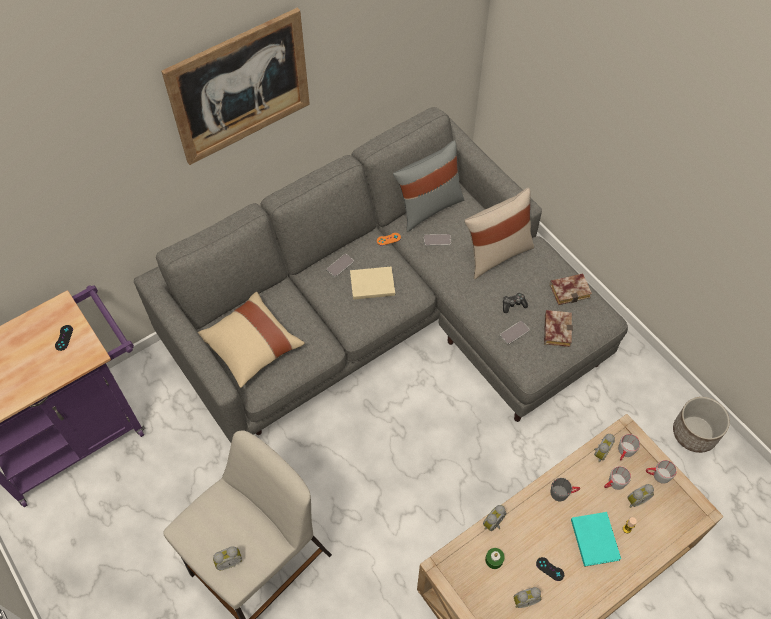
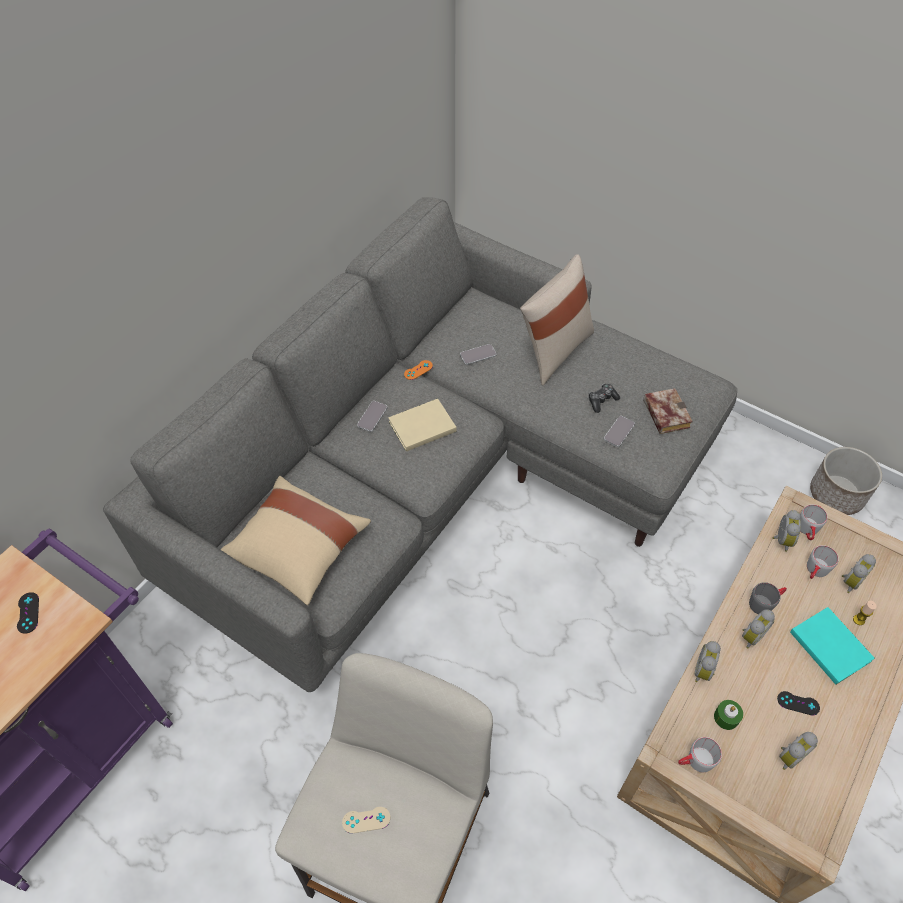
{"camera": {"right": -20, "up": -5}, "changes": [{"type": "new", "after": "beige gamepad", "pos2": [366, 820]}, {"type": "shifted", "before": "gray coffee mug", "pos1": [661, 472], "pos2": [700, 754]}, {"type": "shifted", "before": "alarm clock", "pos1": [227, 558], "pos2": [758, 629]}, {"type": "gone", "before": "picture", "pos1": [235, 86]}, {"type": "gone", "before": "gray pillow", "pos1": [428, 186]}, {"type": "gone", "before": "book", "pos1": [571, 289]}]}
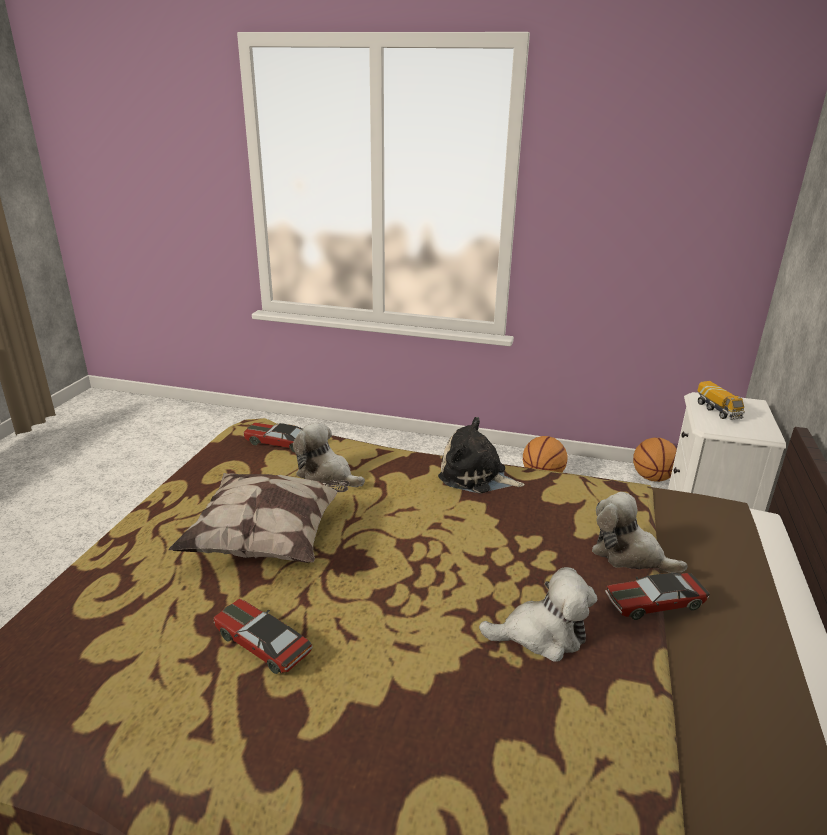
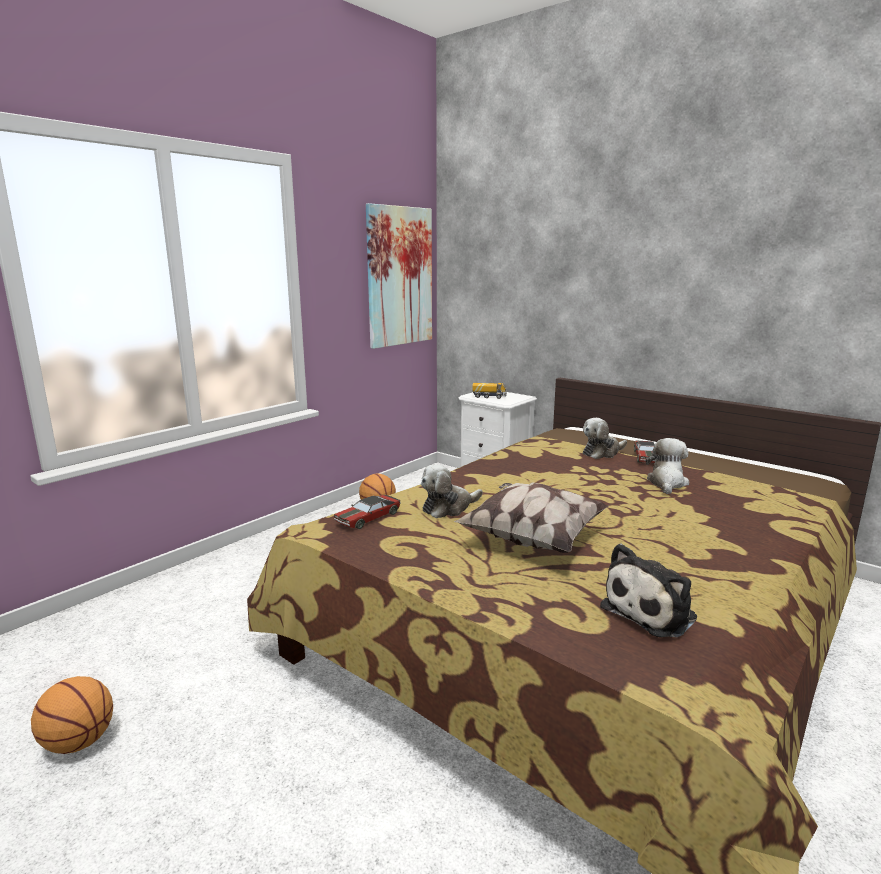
{"camera": {"right": -65, "up": -10}, "changes": [{"type": "shifted", "before": "basketball ball", "pos1": [655, 460], "pos2": [72, 715]}, {"type": "new", "after": "picture", "pos2": [399, 276]}, {"type": "shifted", "before": "cuddly toy", "pos1": [481, 455], "pos2": [648, 590]}, {"type": "gone", "before": "model car", "pos1": [263, 636]}]}
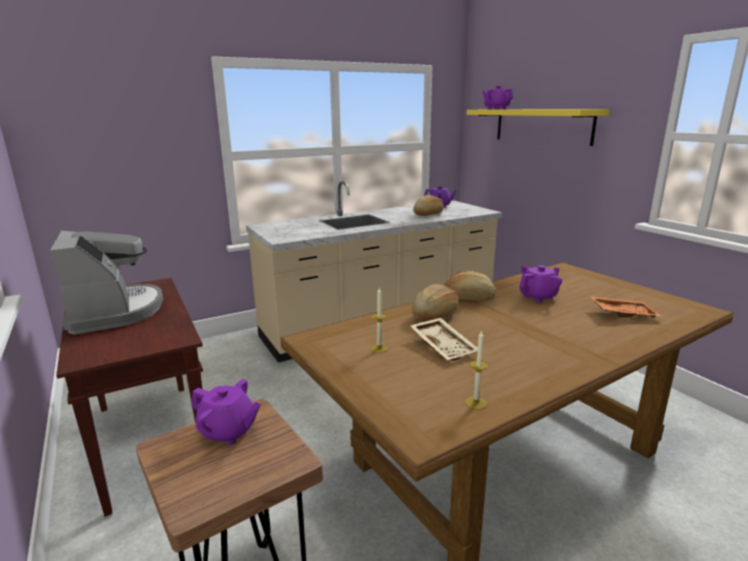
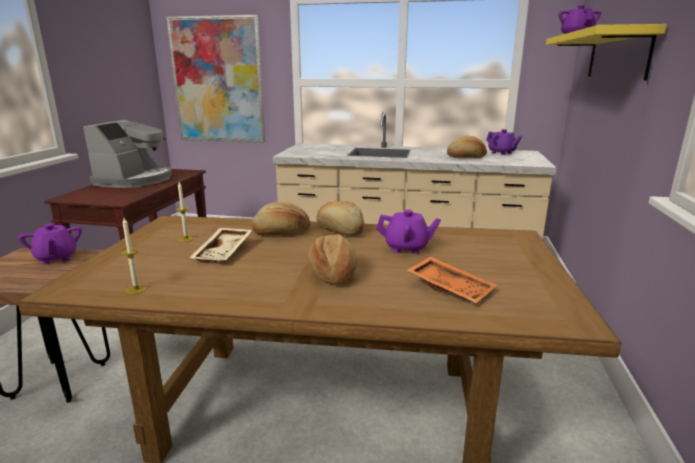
{"camera": {"right": 40, "up": 0}, "changes": [{"type": "new", "after": "picture", "pos2": [215, 79]}, {"type": "new", "after": "baked bread", "pos2": [332, 259]}]}
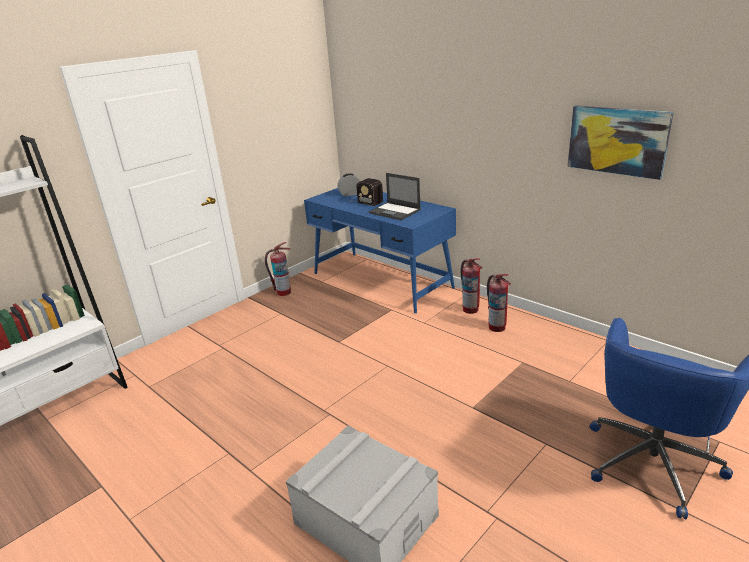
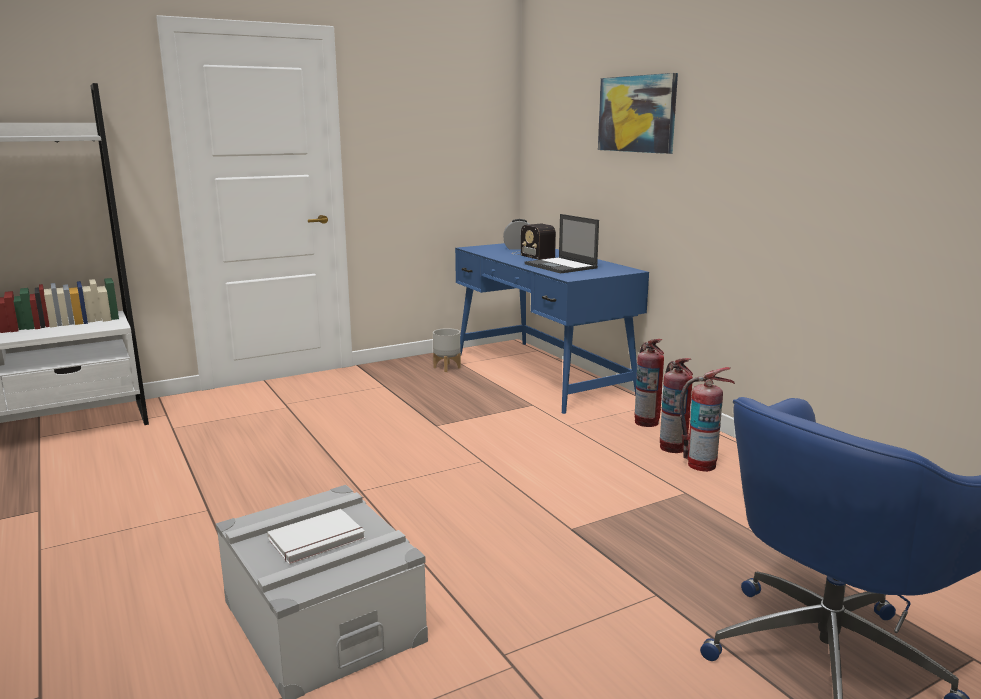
{"camera": {"right": 15, "up": -10}, "changes": [{"type": "new", "after": "white book", "pos2": [316, 537]}, {"type": "new", "after": "gray planter", "pos2": [447, 350]}, {"type": "shifted", "before": "picture", "pos1": [620, 142], "pos2": [638, 113]}, {"type": "shifted", "before": "fire-fighting cylinder", "pos1": [278, 269], "pos2": [707, 419]}]}
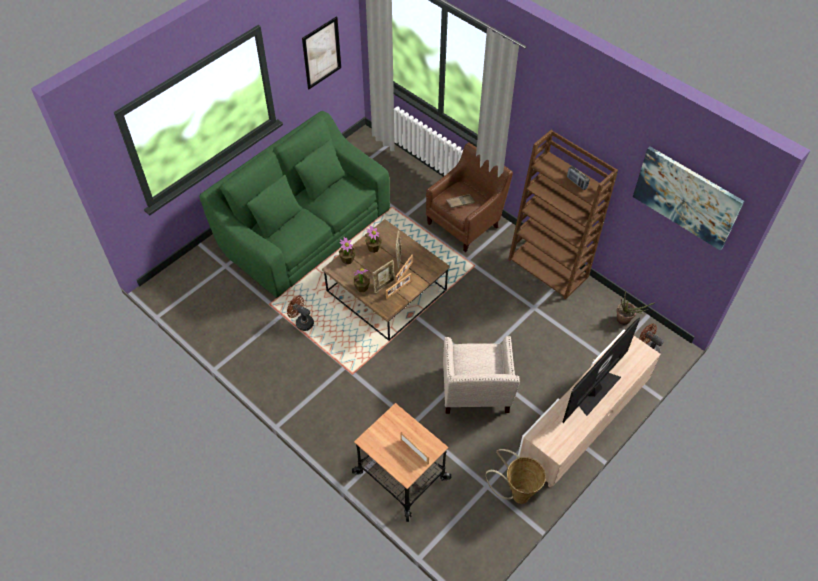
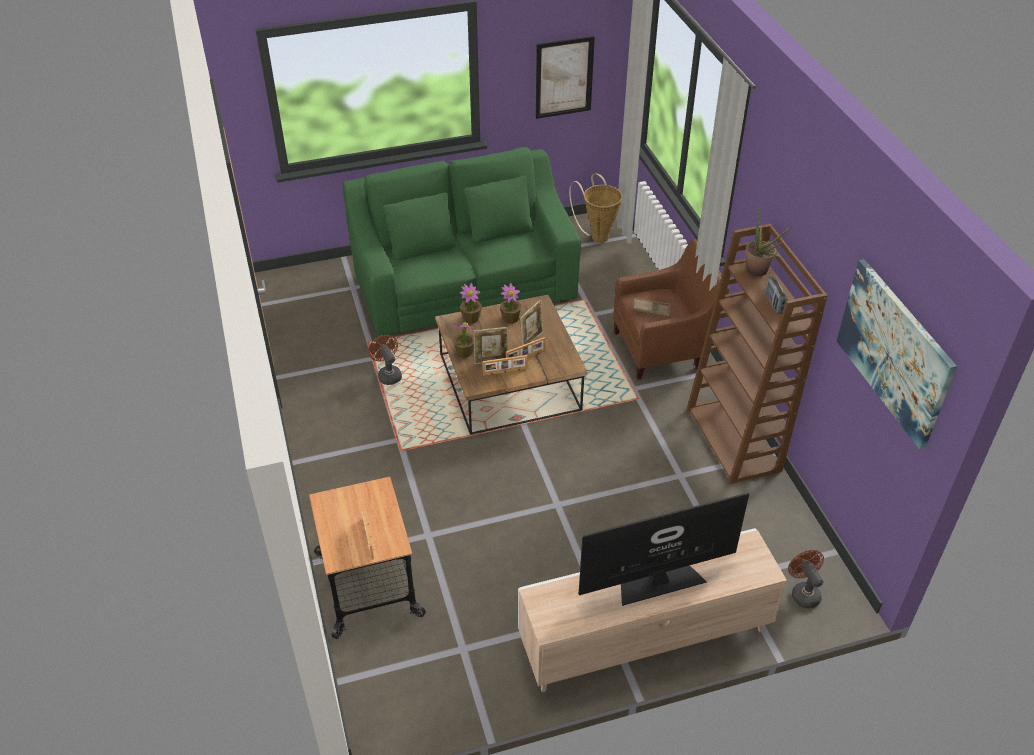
{"camera": {"right": 30, "up": -10}, "changes": [{"type": "shifted", "before": "basket", "pos1": [516, 476], "pos2": [595, 208]}, {"type": "shifted", "before": "potted plant", "pos1": [636, 308], "pos2": [768, 240]}, {"type": "gone", "before": "beige easy chair", "pos1": [481, 375]}]}
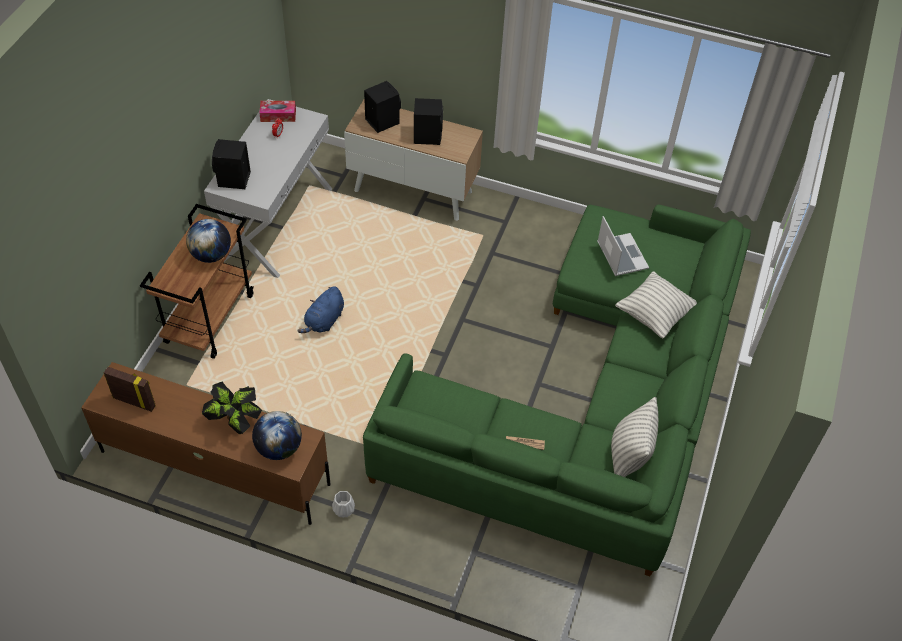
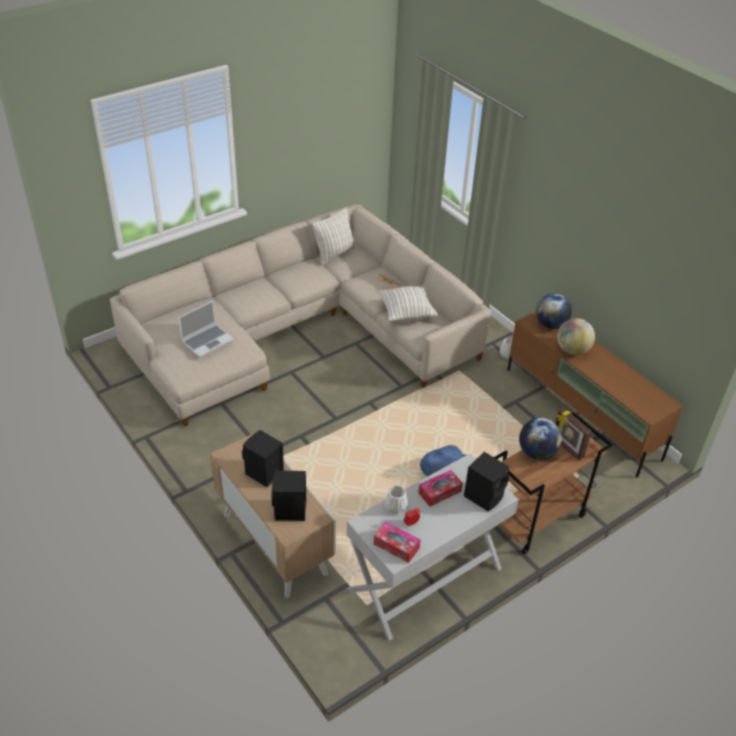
{"camera": {"right": -145, "up": -10}, "changes": [{"type": "repainted", "before": "greenish settee", "after": "beige settee", "pos1": [557, 390], "pos2": [300, 316]}, {"type": "rotated", "before": "portable computer", "pos1": [623, 246], "pos2": [206, 329], "turn": -150}, {"type": "shifted", "before": "pillow", "pos1": [656, 304], "pos2": [408, 303]}, {"type": "new", "after": "white vase", "pos2": [396, 500]}, {"type": "new", "after": "box of tissues", "pos2": [440, 488]}, {"type": "shifted", "before": "photo frame", "pos1": [130, 389], "pos2": [573, 434]}, {"type": "swapped", "before": "potted plant", "after": "desk globe", "pos1": [232, 408], "pos2": [576, 336]}]}
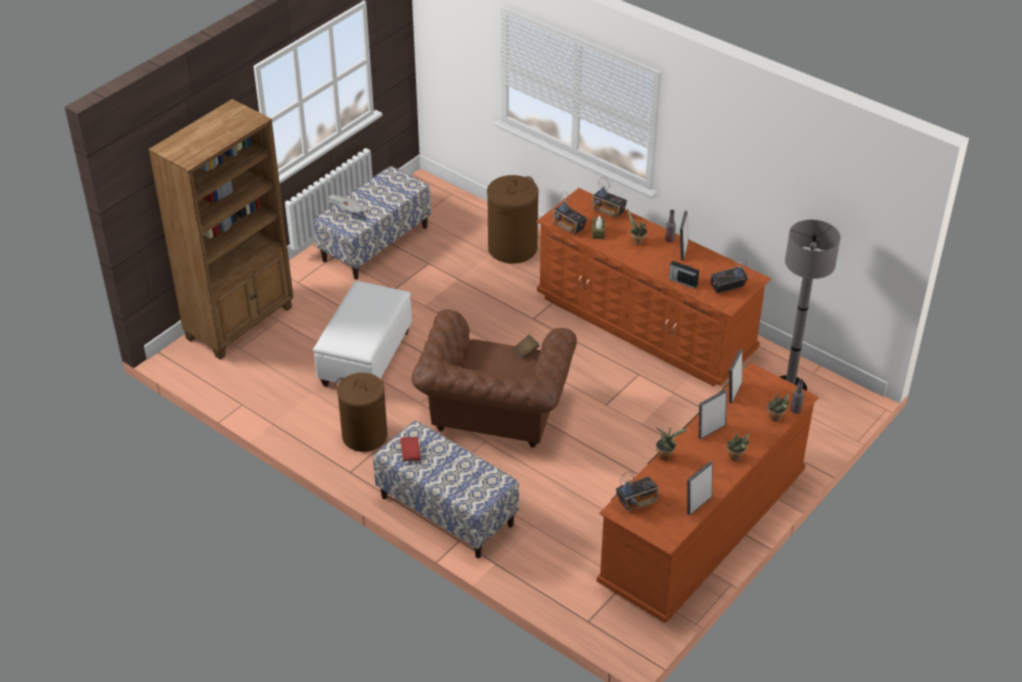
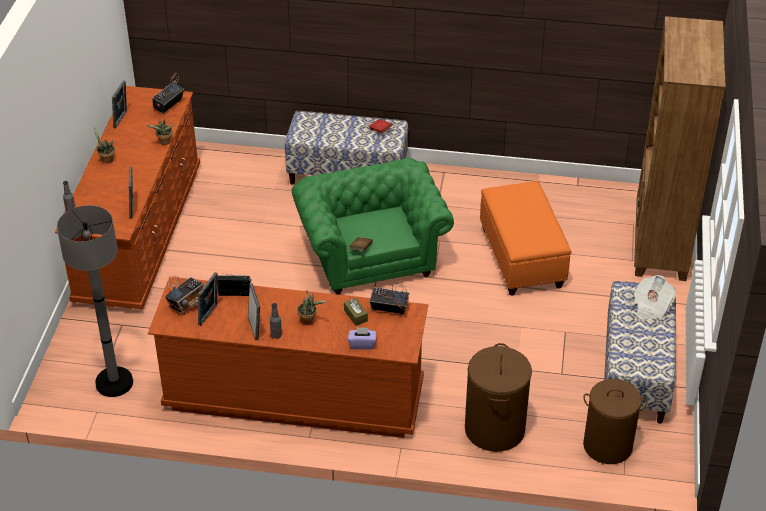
{"camera": {"right": 150, "up": 0}, "changes": [{"type": "shifted", "before": "photo frame", "pos1": [713, 415], "pos2": [208, 299]}, {"type": "repainted", "before": "brown-coloured easy chair", "after": "greenish easy chair", "pos1": [494, 378], "pos2": [373, 226]}, {"type": "swapped", "before": "radio set", "after": "purplish box of tissues", "pos1": [609, 198], "pos2": [362, 338]}, {"type": "repainted", "before": "white footrest", "after": "orangey footrest", "pos1": [362, 334], "pos2": [526, 238]}, {"type": "shifted", "before": "brown-coloured washing basket", "pos1": [361, 412], "pos2": [615, 421]}, {"type": "gone", "before": "potted plant", "pos1": [779, 407]}]}
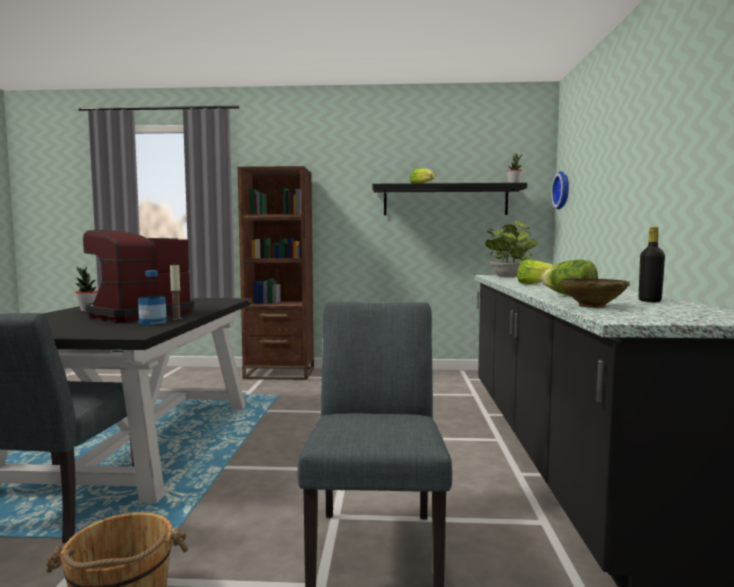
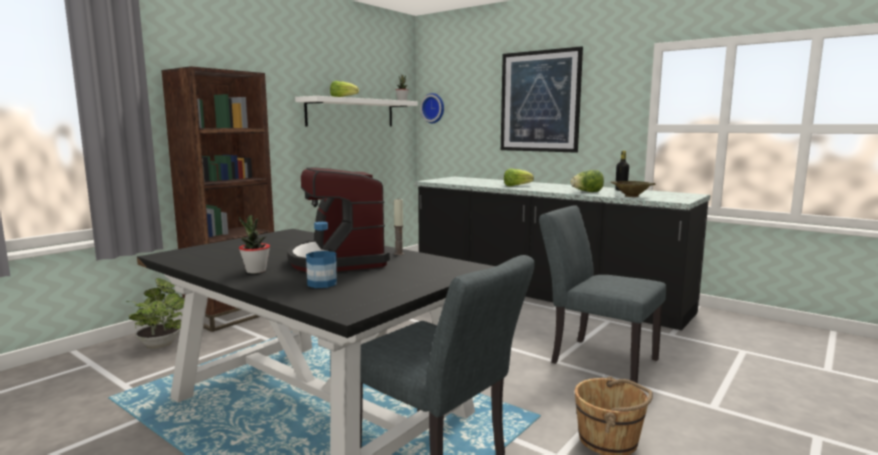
{"camera": {"right": -55, "up": 5}, "changes": [{"type": "shifted", "before": "potted plant", "pos1": [511, 248], "pos2": [155, 313]}, {"type": "repainted", "before": "black-coloured wall shelf", "after": "white wall shelf", "pos1": [449, 199], "pos2": [356, 111]}, {"type": "shifted", "before": "drink bottle", "pos1": [152, 297], "pos2": [321, 255]}, {"type": "new", "after": "picture", "pos2": [542, 99]}]}
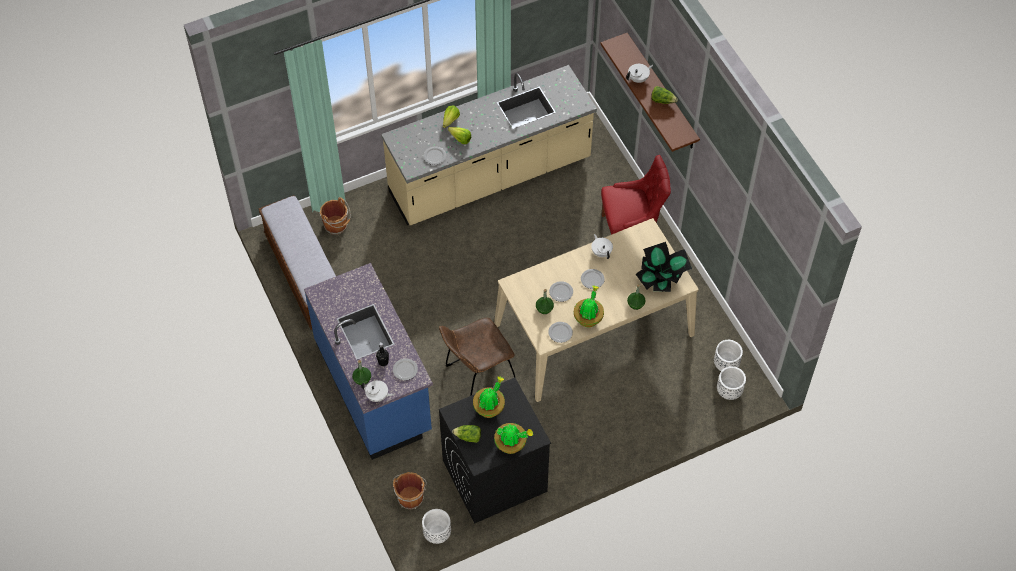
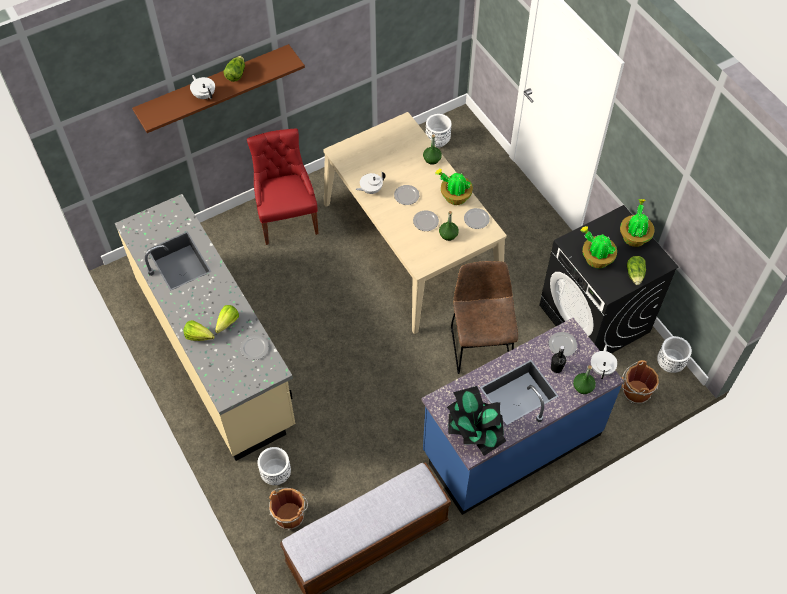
{"camera": {"right": -95, "up": 0}, "changes": [{"type": "shifted", "before": "white planter", "pos1": [731, 383], "pos2": [274, 466]}, {"type": "shifted", "before": "potted plant", "pos1": [664, 267], "pos2": [476, 421]}, {"type": "rotated", "before": "brown-coloured plain chair", "pos1": [477, 357], "pos2": [484, 317], "turn": -150}]}
